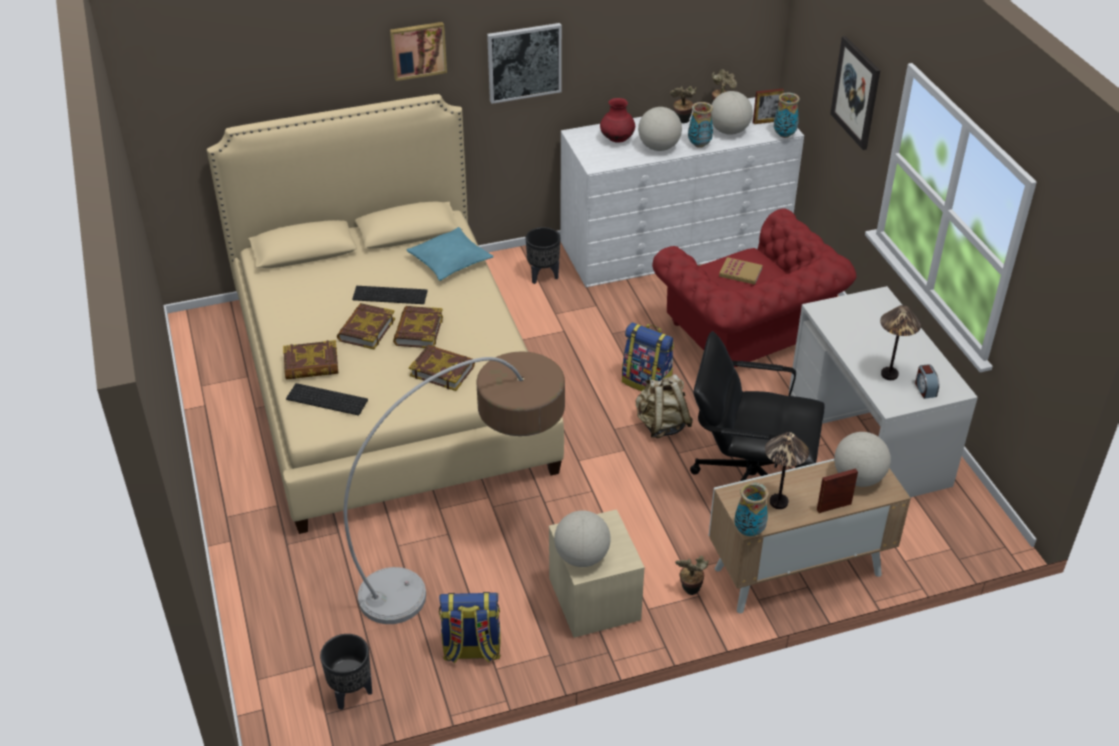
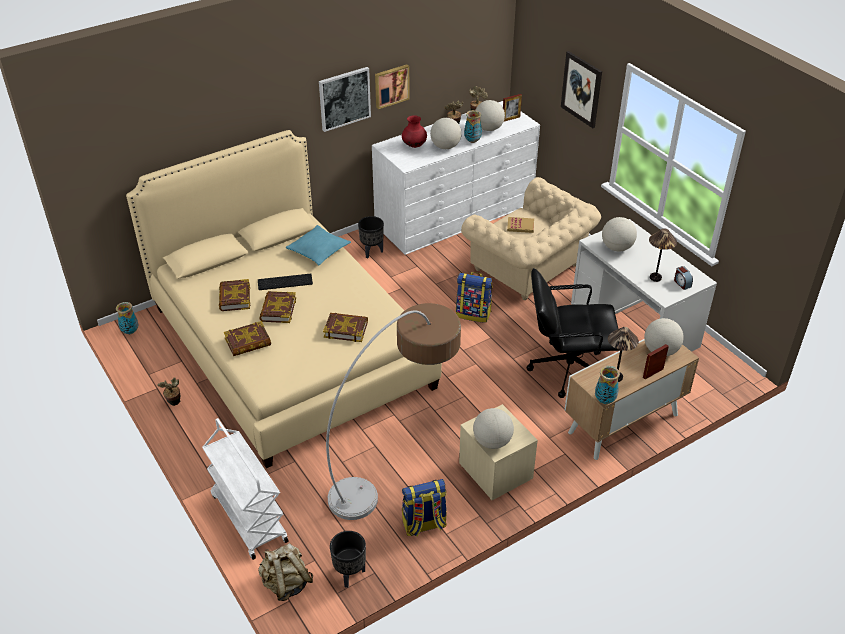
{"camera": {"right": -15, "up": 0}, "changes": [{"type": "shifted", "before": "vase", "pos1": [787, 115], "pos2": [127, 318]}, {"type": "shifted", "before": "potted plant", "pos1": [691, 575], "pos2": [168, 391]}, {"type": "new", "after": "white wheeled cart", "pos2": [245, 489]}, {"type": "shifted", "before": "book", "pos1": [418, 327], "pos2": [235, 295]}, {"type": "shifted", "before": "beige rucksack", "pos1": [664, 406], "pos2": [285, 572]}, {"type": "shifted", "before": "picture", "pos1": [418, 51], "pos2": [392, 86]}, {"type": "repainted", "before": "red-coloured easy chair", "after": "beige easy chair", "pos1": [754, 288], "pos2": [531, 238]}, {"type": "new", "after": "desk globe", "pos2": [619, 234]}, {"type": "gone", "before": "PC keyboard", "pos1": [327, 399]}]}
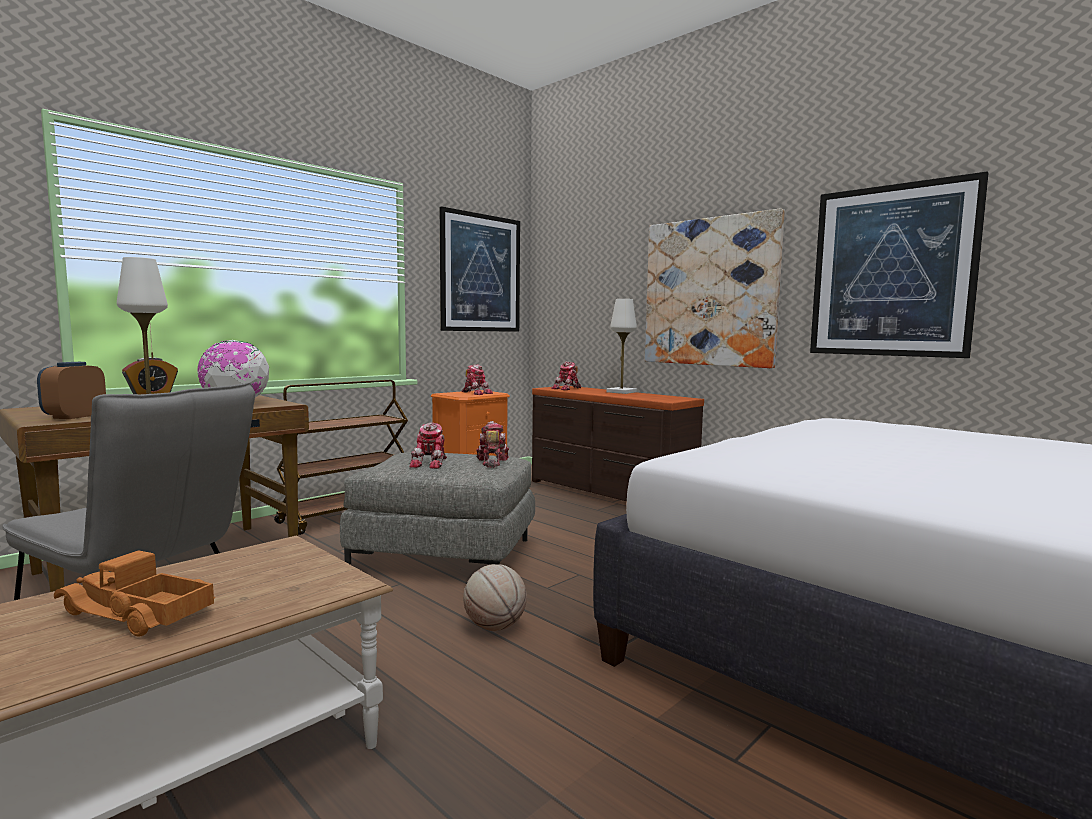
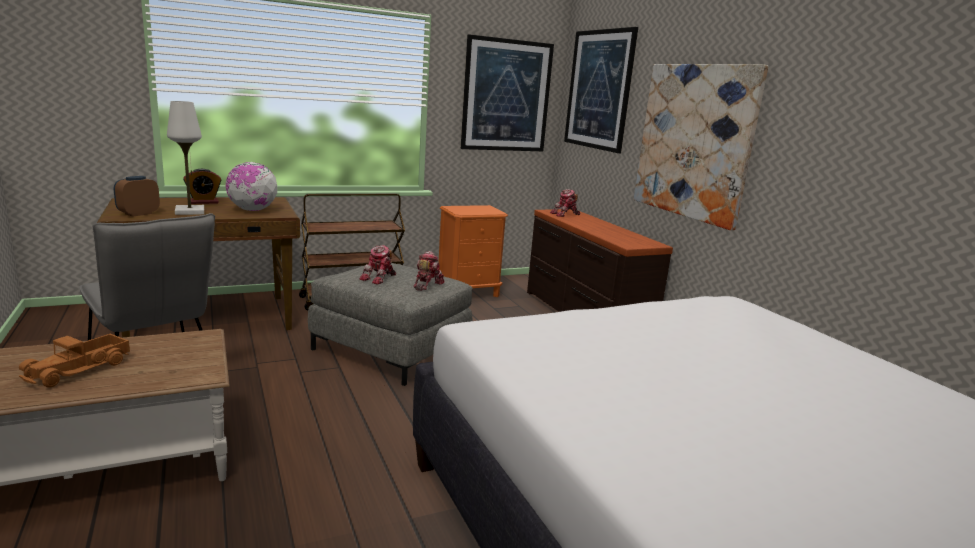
{"camera": {"right": 20, "up": 10}, "changes": [{"type": "rotated", "before": "model truck", "pos1": [134, 593], "pos2": [74, 361], "turn": -105}, {"type": "shifted", "before": "picture", "pos1": [899, 264], "pos2": [601, 90]}, {"type": "gone", "before": "robot figure", "pos1": [477, 379]}, {"type": "gone", "before": "basketball ball", "pos1": [495, 597]}, {"type": "gone", "before": "white tabletop lamp", "pos1": [622, 346]}]}
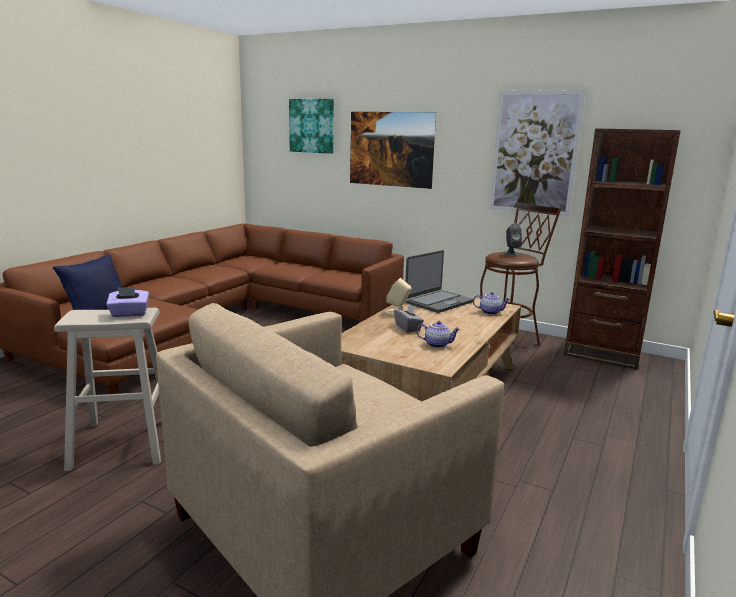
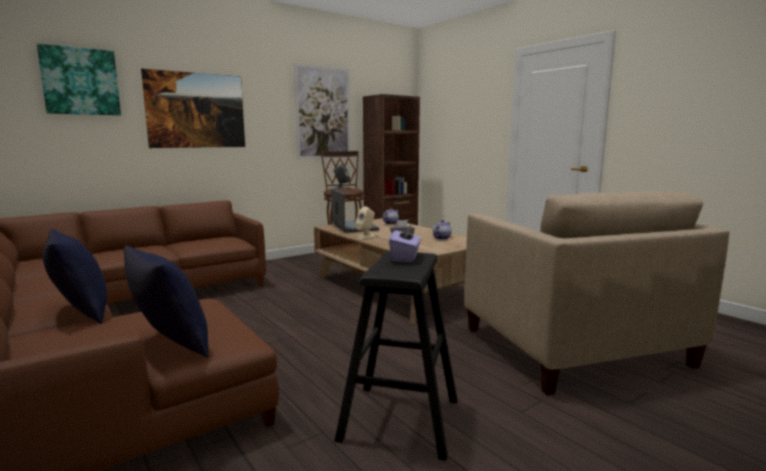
{"camera": {"right": -65, "up": -5}, "changes": [{"type": "new", "after": "bluish pillow", "pos2": [74, 276]}, {"type": "repainted", "before": "beige stool", "after": "black-coloured stool", "pos1": [107, 389], "pos2": [396, 356]}]}
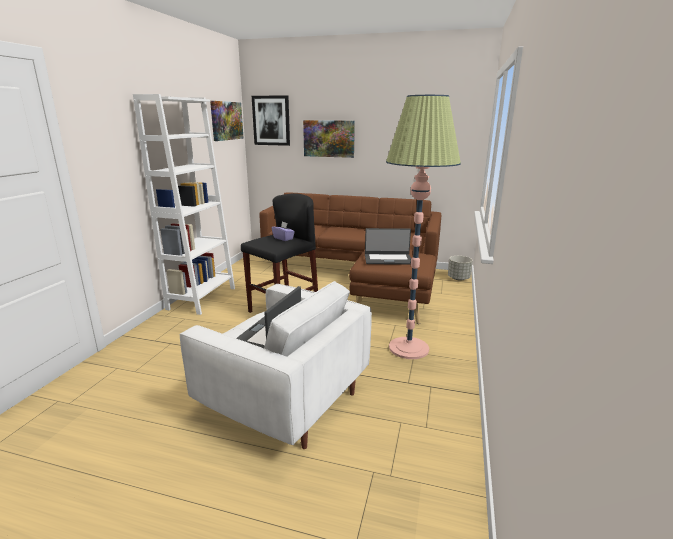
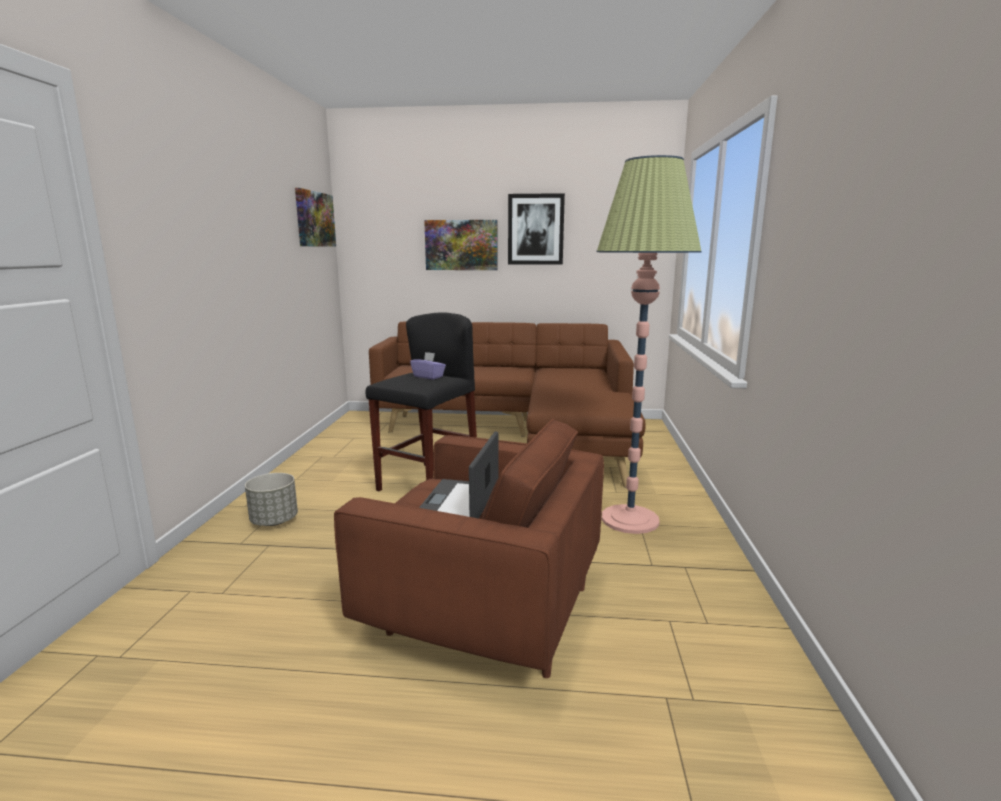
{"camera": {"right": -10, "up": -5}, "changes": [{"type": "shifted", "before": "gray planter", "pos1": [460, 268], "pos2": [271, 499]}, {"type": "repainted", "before": "white easy chair", "after": "brown-coloured easy chair", "pos1": [276, 365], "pos2": [469, 548]}, {"type": "shifted", "before": "picture", "pos1": [271, 120], "pos2": [536, 229]}, {"type": "gone", "before": "white bookcase", "pos1": [184, 204]}, {"type": "gone", "before": "portable computer", "pos1": [388, 246]}]}
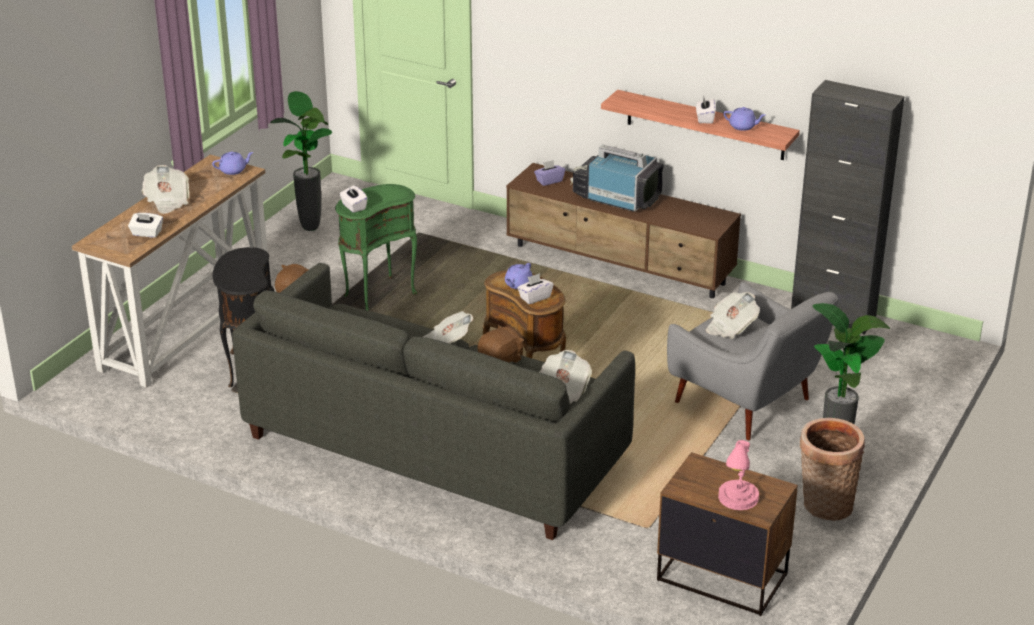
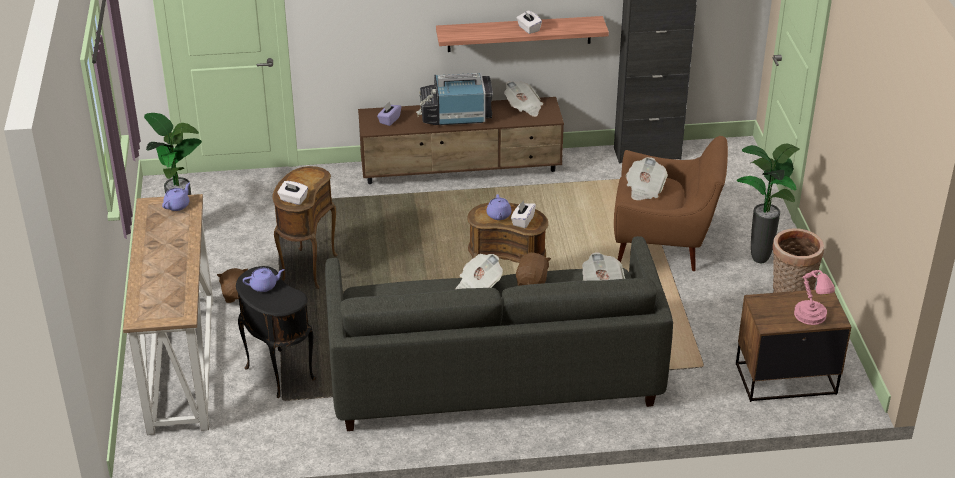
{"camera": {"right": -35, "up": 5}, "changes": [{"type": "shifted", "before": "purplish teapot", "pos1": [744, 119], "pos2": [264, 280]}, {"type": "repainted", "before": "greenish end table", "after": "brown-coloured end table", "pos1": [376, 247], "pos2": [305, 227]}, {"type": "shifted", "before": "newspaper", "pos1": [165, 189], "pos2": [523, 99]}, {"type": "repainted", "before": "gray easy chair", "after": "brown-coloured easy chair", "pos1": [752, 361], "pos2": [671, 203]}, {"type": "gone", "before": "white box of tissues", "pos1": [145, 225]}]}
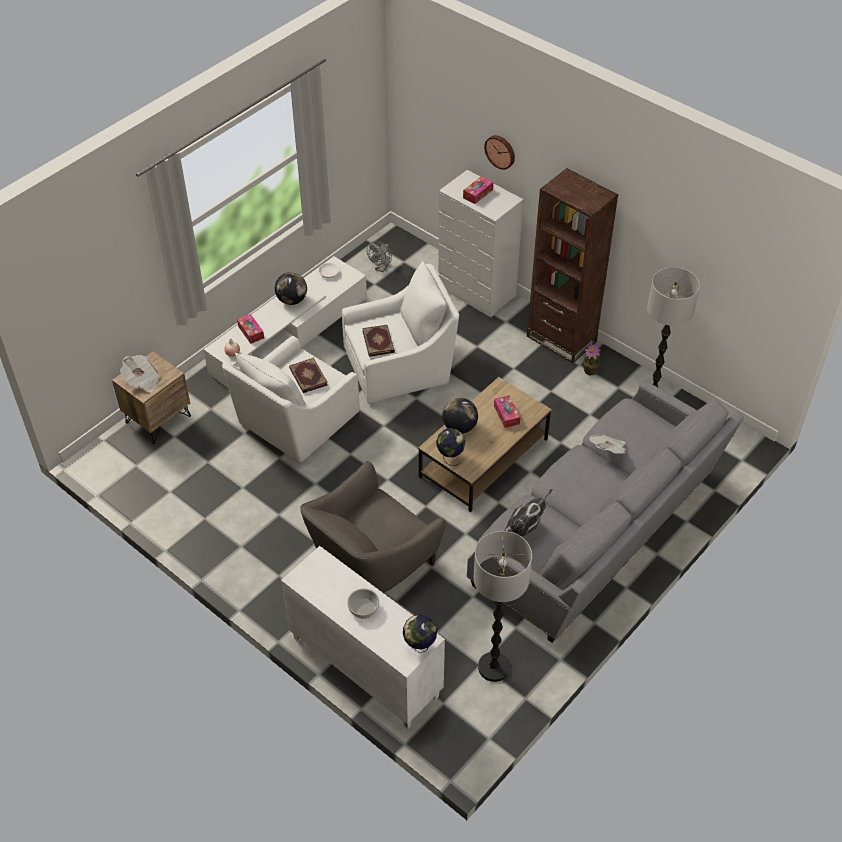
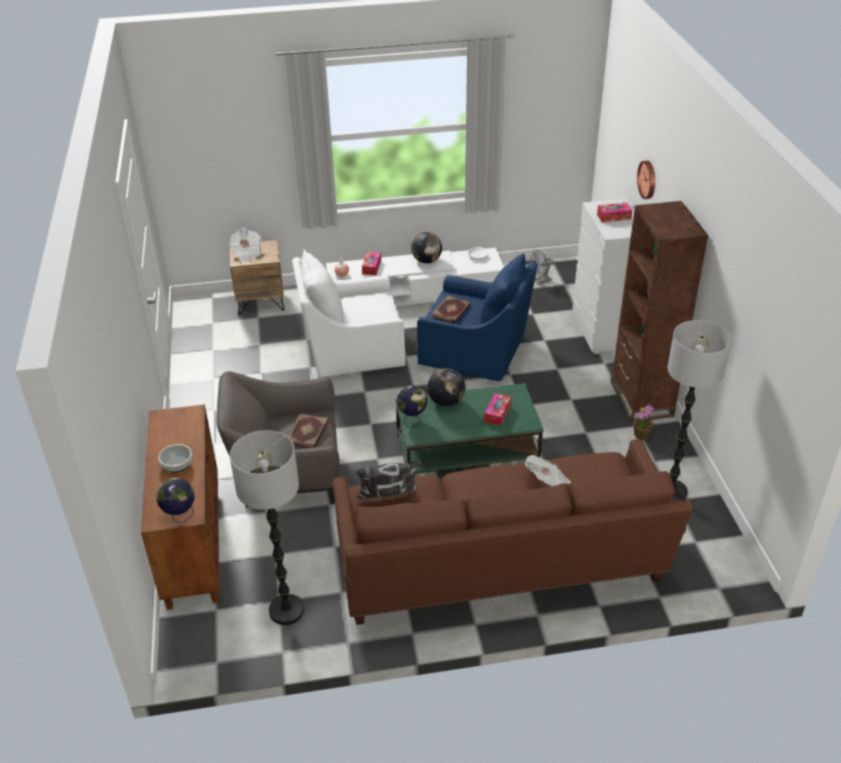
{"camera": {"right": 40, "up": -10}, "changes": [{"type": "repainted", "before": "white storage cabinet", "after": "brown-coloured storage cabinet", "pos1": [363, 637], "pos2": [180, 507]}, {"type": "shifted", "before": "book", "pos1": [308, 375], "pos2": [309, 431]}, {"type": "repainted", "before": "gray settee", "after": "brown-coloured settee", "pos1": [605, 512], "pos2": [513, 532]}, {"type": "repainted", "before": "brown-coloured lounge table", "after": "greenish lounge table", "pos1": [485, 444], "pos2": [469, 428]}, {"type": "repainted", "before": "white easy chair", "after": "bluish easy chair", "pos1": [400, 332], "pos2": [477, 317]}]}
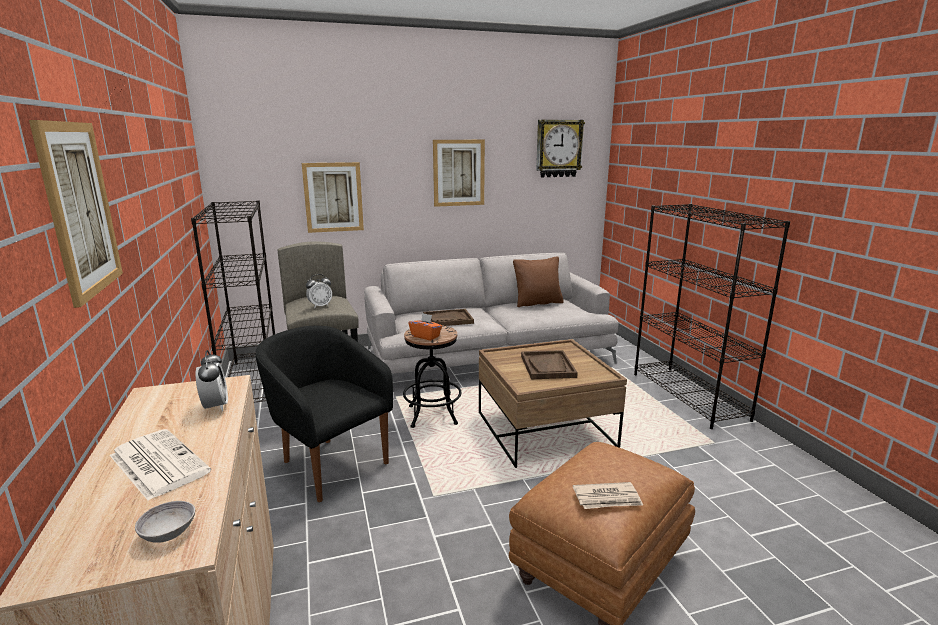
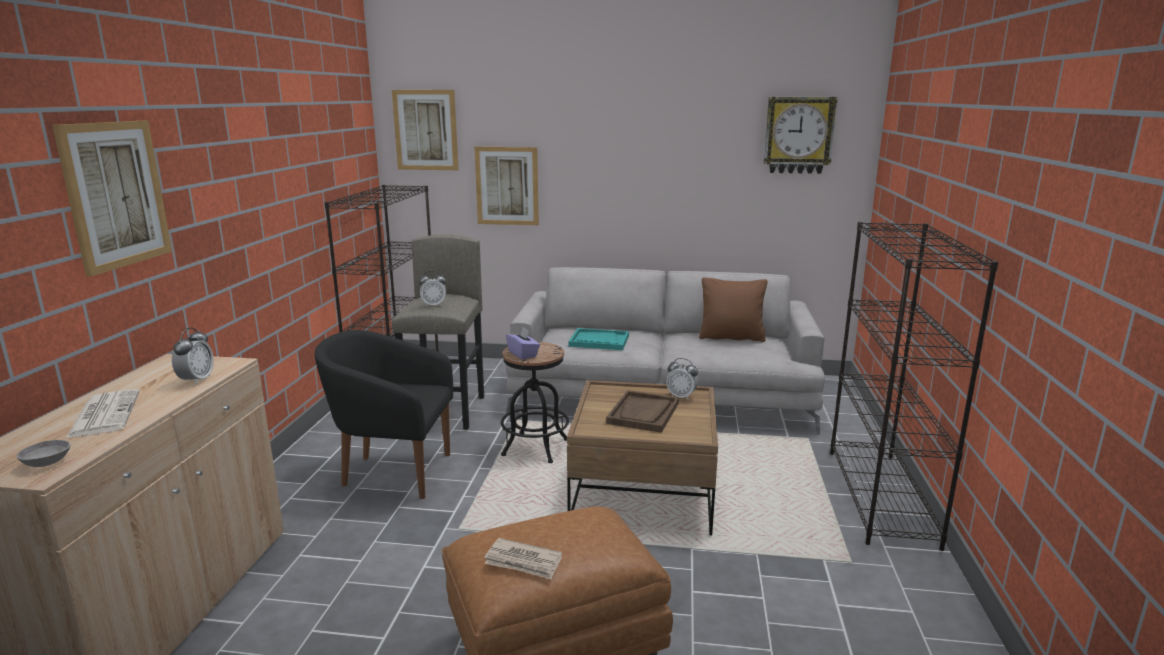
{"camera": {"right": 25, "up": 0}, "changes": [{"type": "rotated", "before": "black-coloured easy chair", "pos1": [324, 414], "pos2": [384, 414], "turn": -60}, {"type": "shifted", "before": "picture", "pos1": [459, 173], "pos2": [425, 130]}, {"type": "repainted", "before": "orangey box of tissues", "after": "purplish box of tissues", "pos1": [425, 326], "pos2": [523, 344]}, {"type": "repainted", "before": "brown-coloured carrying tray", "after": "turquoise carrying tray", "pos1": [448, 317], "pos2": [599, 339]}, {"type": "new", "after": "alarm clock", "pos2": [682, 379]}]}
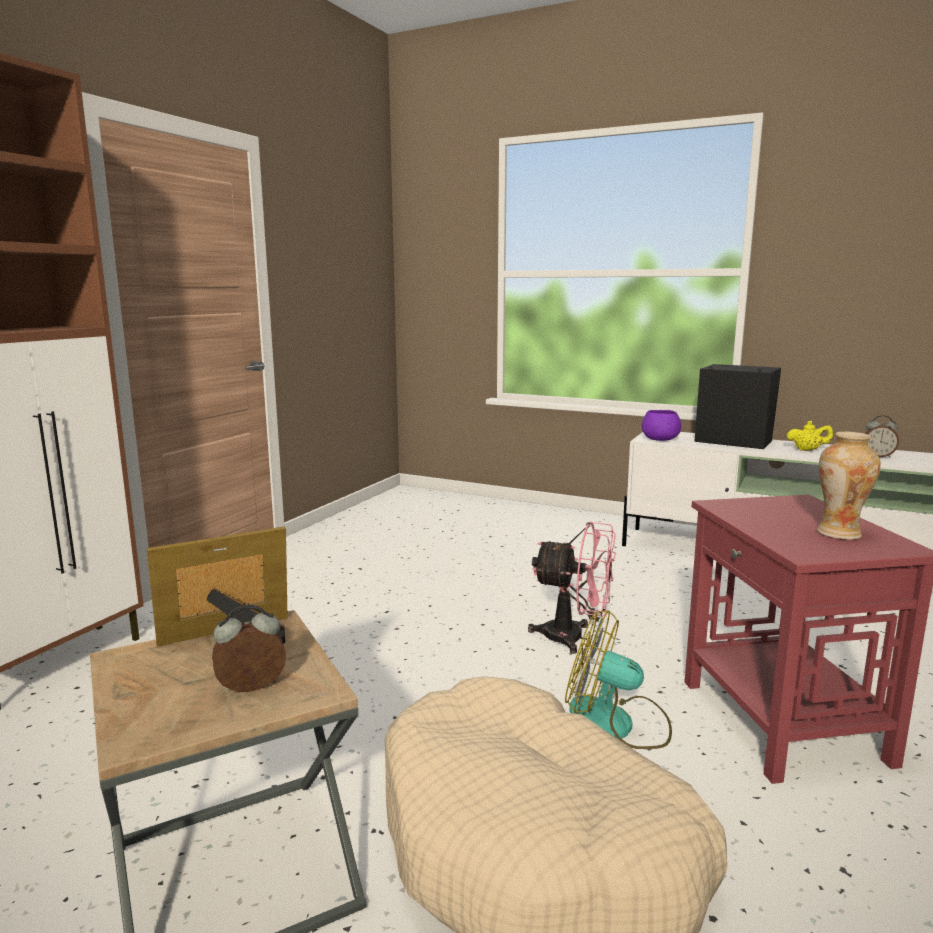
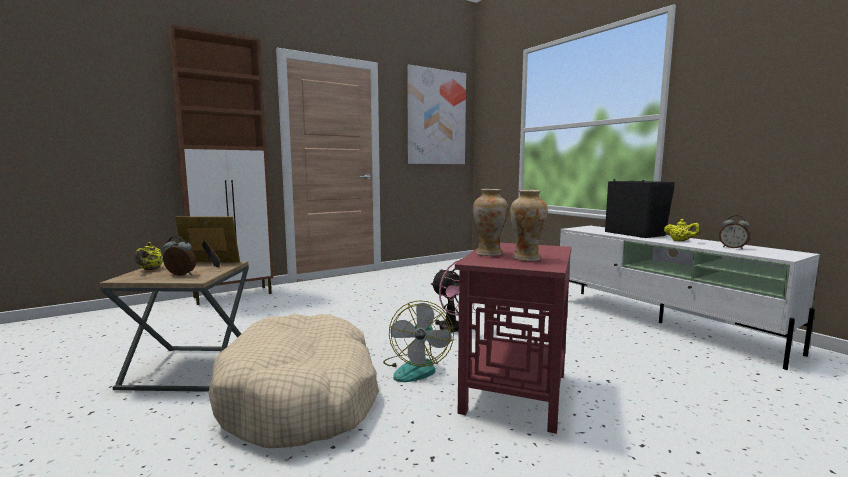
{"camera": {"right": 30, "up": -5}, "changes": [{"type": "new", "after": "yellowish teapot", "pos2": [149, 256]}, {"type": "rotated", "before": "fan", "pos1": [618, 679], "pos2": [418, 341], "turn": -135}, {"type": "new", "after": "picture", "pos2": [436, 114]}, {"type": "new", "after": "vase", "pos2": [490, 222]}, {"type": "gone", "before": "purplish deep dish", "pos1": [661, 425]}]}
